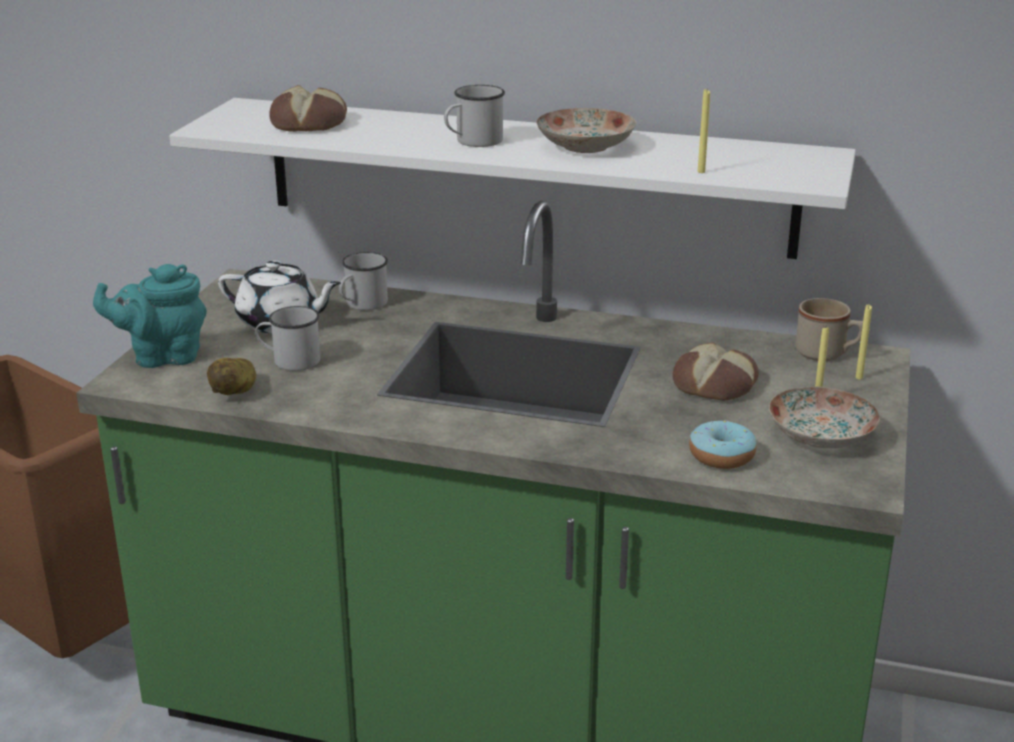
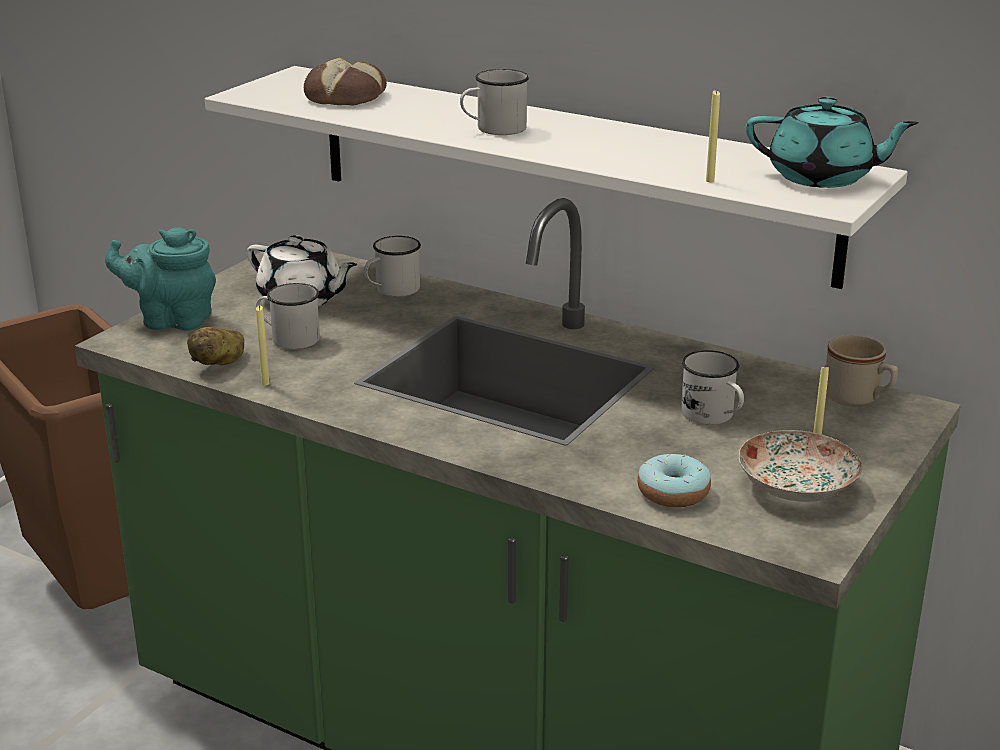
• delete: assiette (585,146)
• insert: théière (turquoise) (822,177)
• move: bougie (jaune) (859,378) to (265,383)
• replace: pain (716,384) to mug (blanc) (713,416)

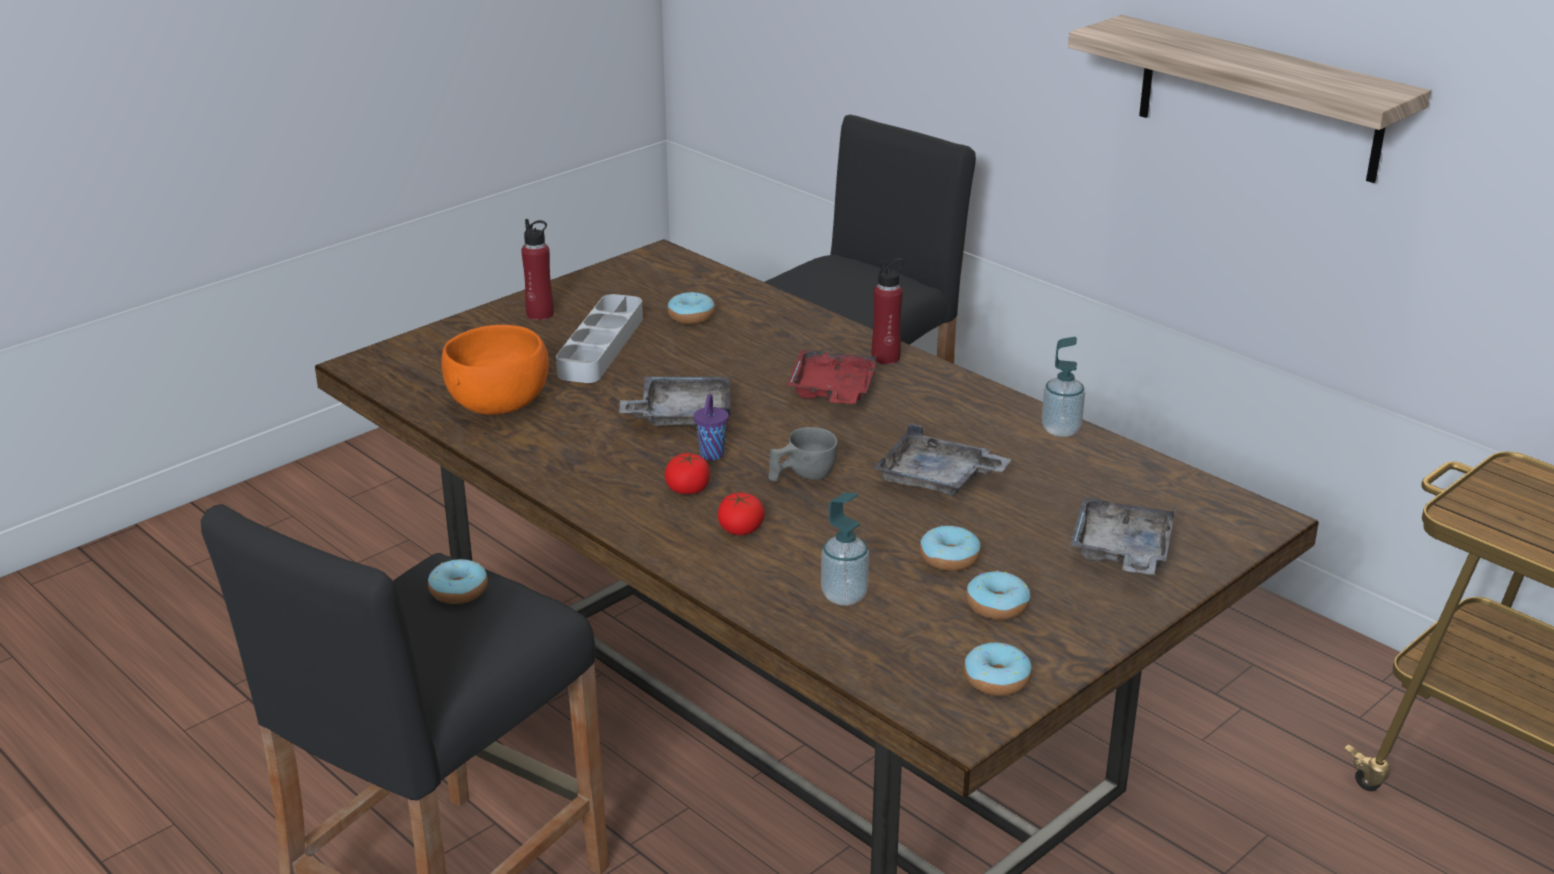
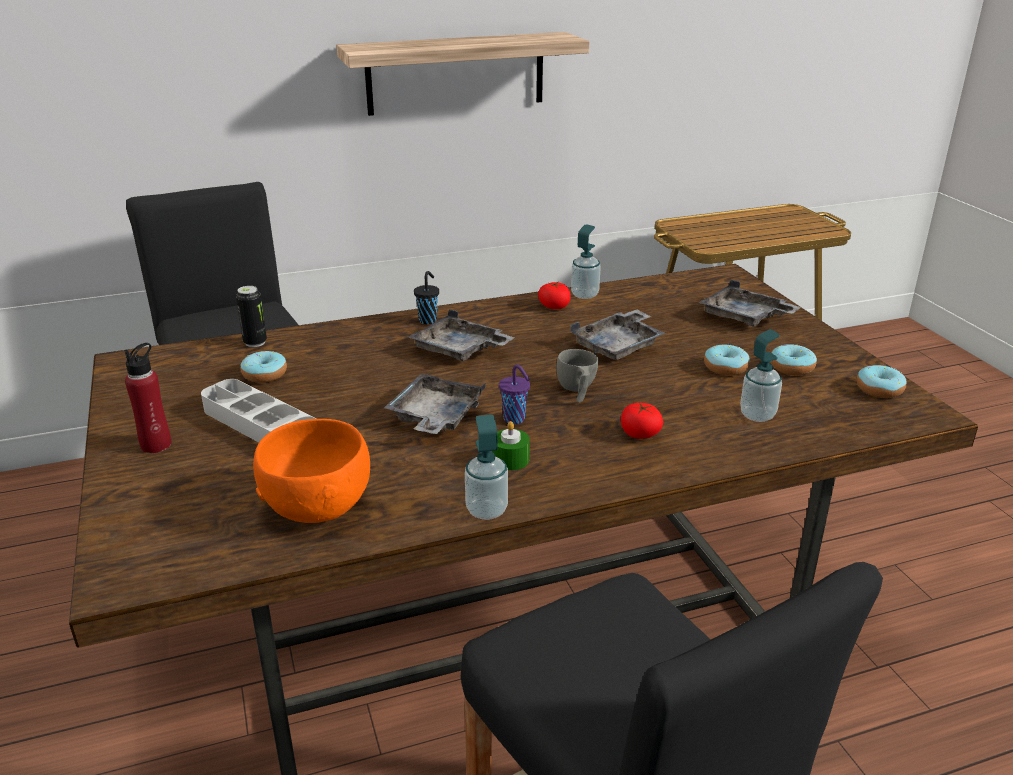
• delete: beignet (458,591)
• insert: boîte métallique (255,342)
• insert: distributeur de savon (486,510)
• insert: bougie (vert) (510,459)
• move: tomate (688,488) to (554,306)
• replace: bouteille (rouge) (886,358) to tasse (noir) (428,320)
• recolor: plateau (rouge) (832,392) to plateau (gris) (459,350)

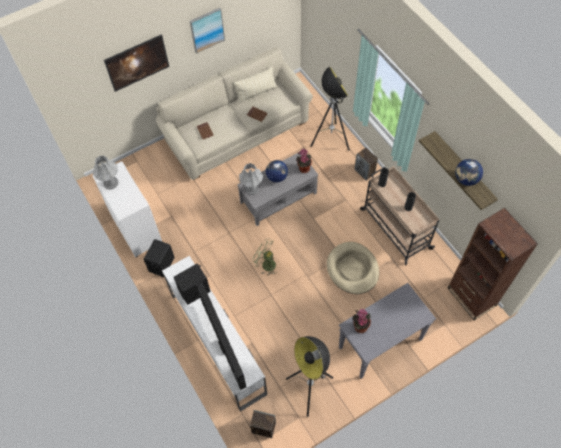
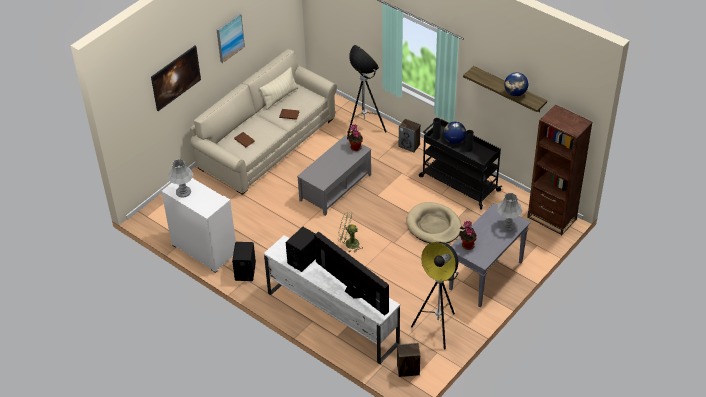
• move: lampe de table (gris) (252,189) to (507,225)
• move: globe (276,177) to (454,141)
• recolor: chariot (beige) (395,228) to chariot (noir) (458,183)

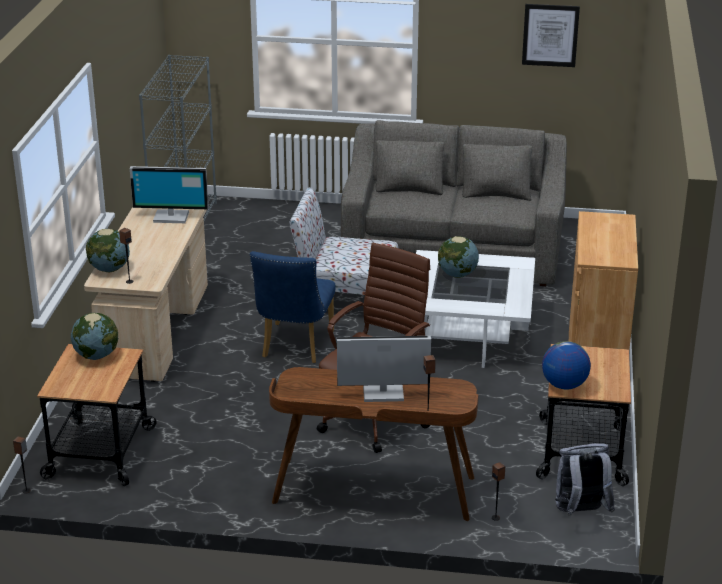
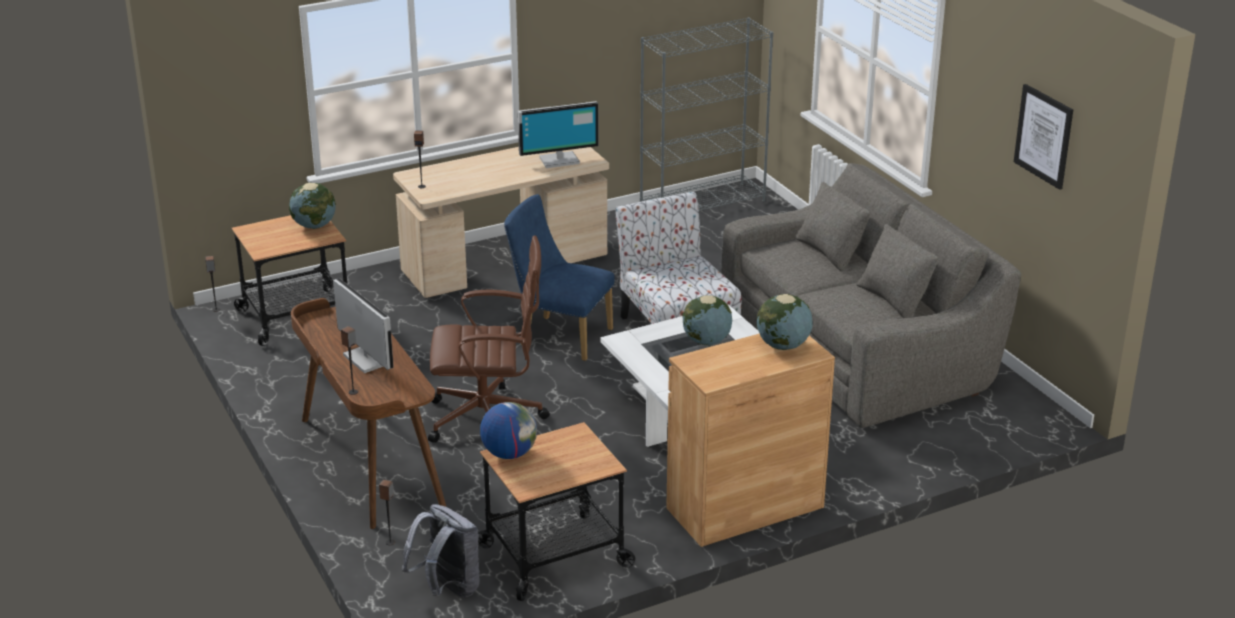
• move: globe (109,269) to (783,346)
• rotate: écran d'ordinateur (171,216) = (559,160) 75 degrees counterclockwise
• rotate: chaise (bleu) (294,347) = (559,336) 45 degrees clockwise

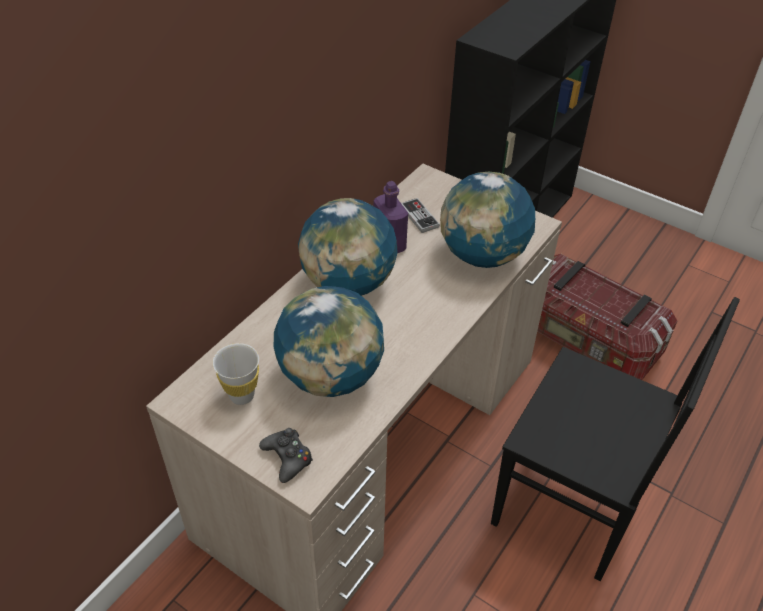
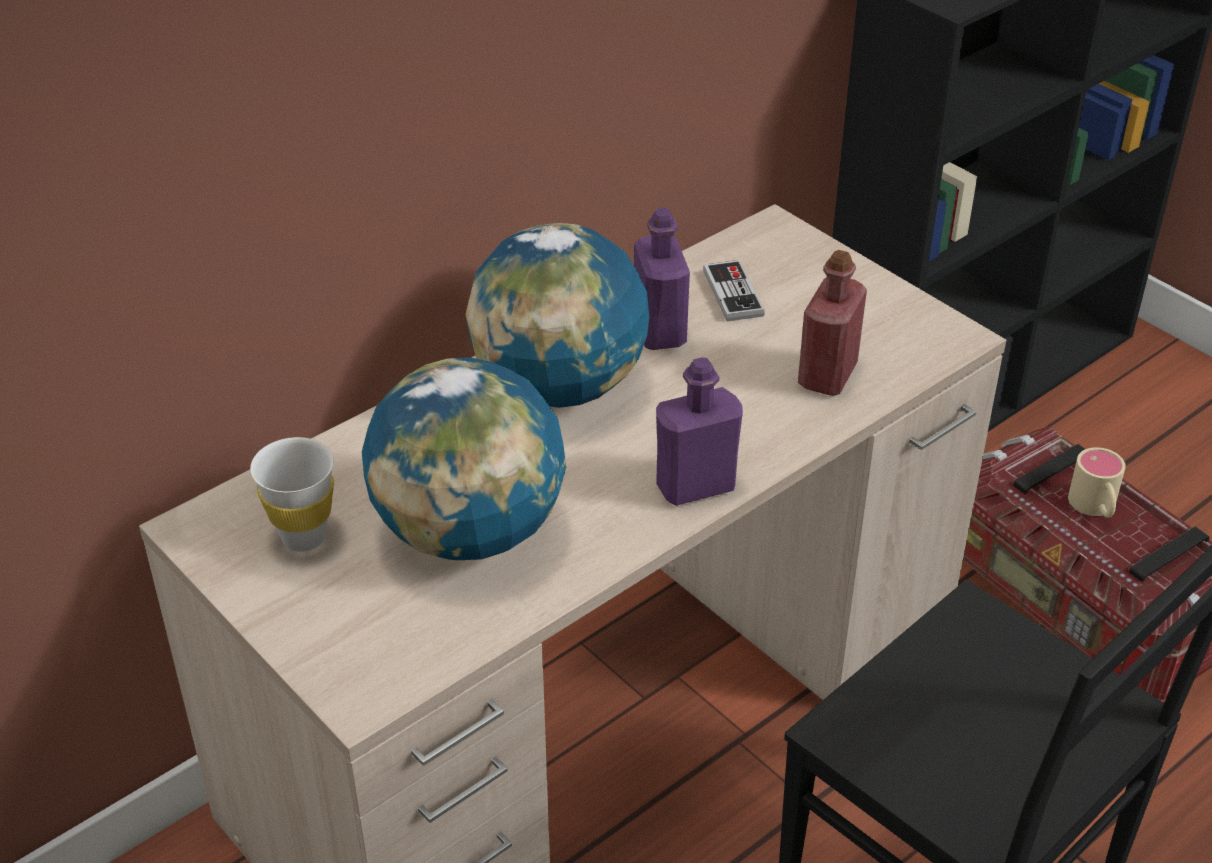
• delete: manette (noir) (287,458)
• insert: bouteille (violet) (695,487)
• insert: mug (beige) (1095,508)
• replace: globe (482,255) to bouteille (rouge) (827,375)

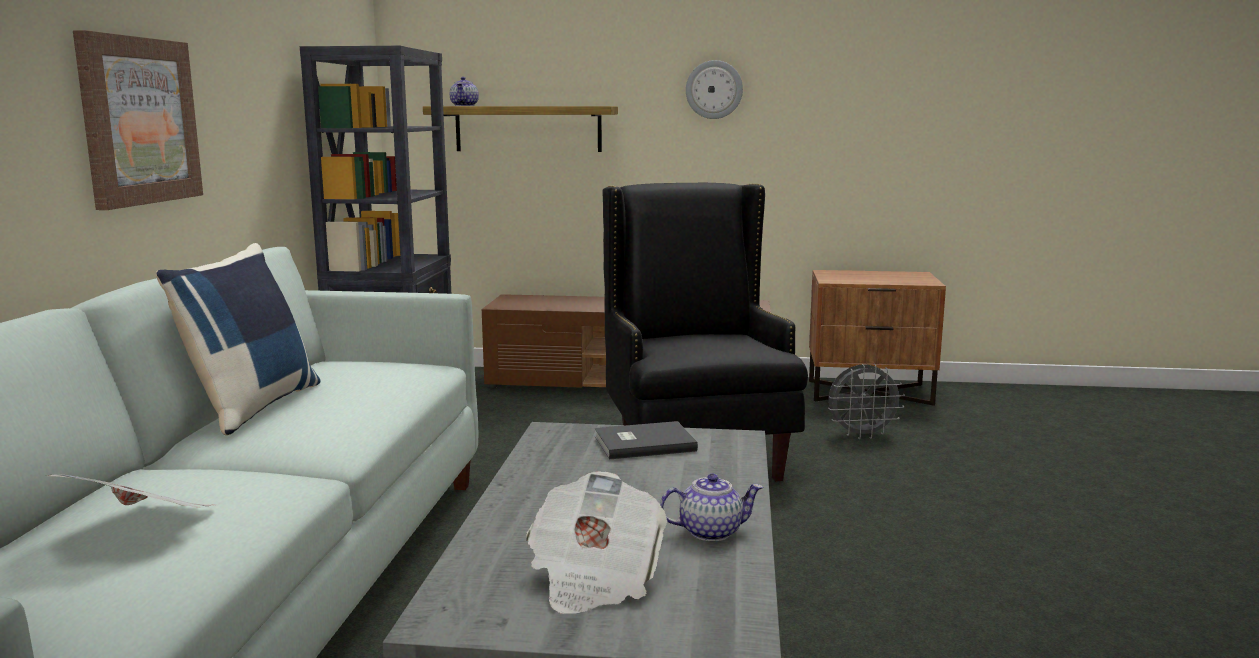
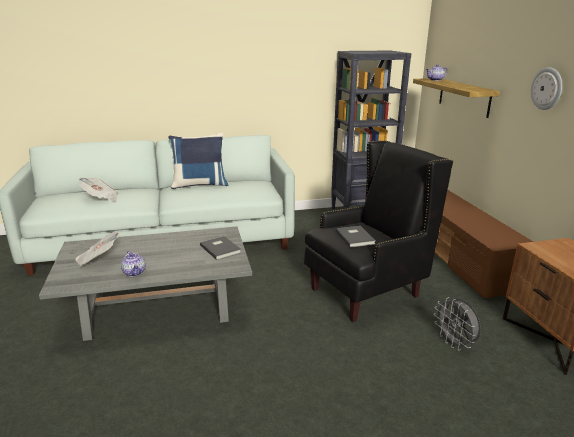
• delete: tableau (138,121)
• insert: livre (gris) (355,237)

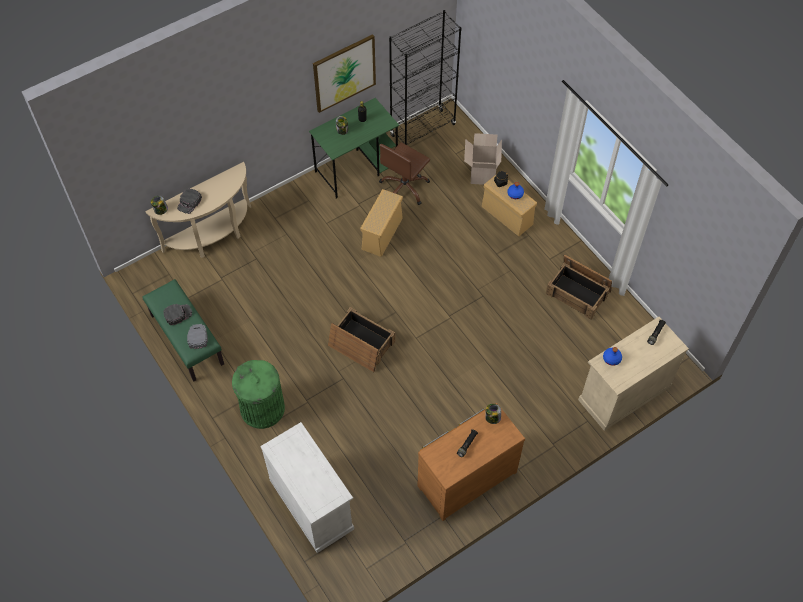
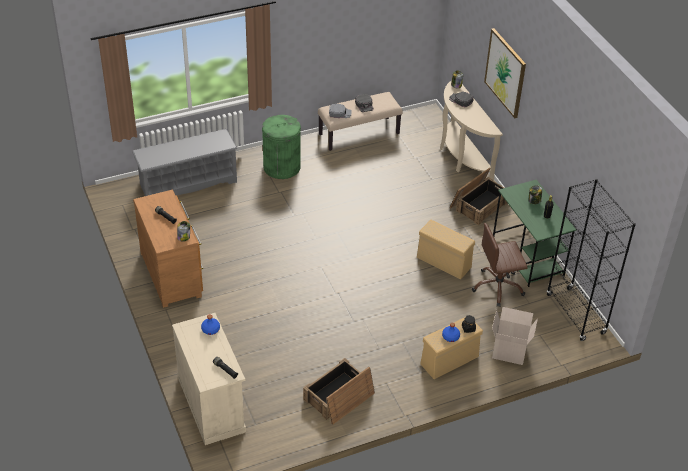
• move: tableau (344,73) to (505,72)
• move: caisse (361,344) to (479,204)
• replace: meuble de rangement (blanc) (311,504) to étagère à chaussures (gris) (188,183)
• recolor: banc (vert) (186,340) to banc (beige) (359,133)
• rotate: chaise de bureau (marron) (404,188) = (498,287) 60 degrees counterclockwise

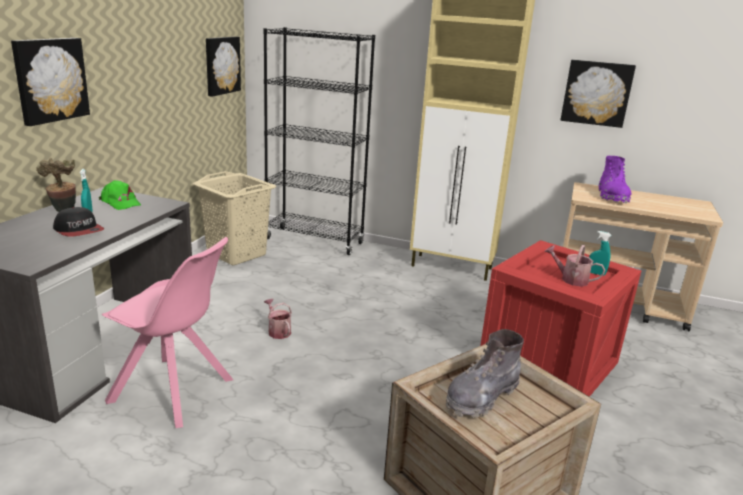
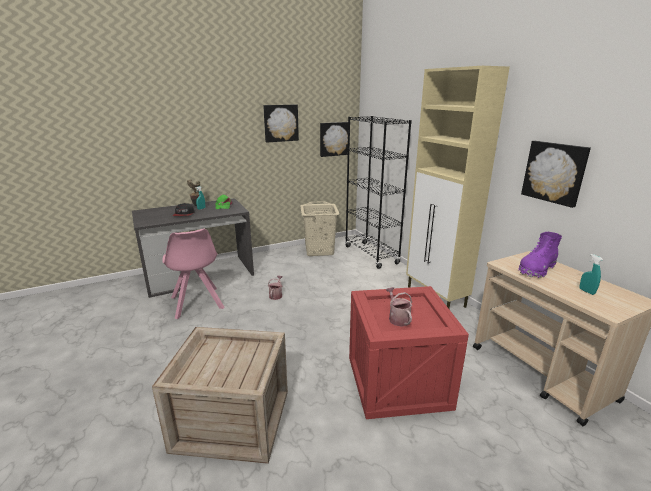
• delete: botte (gris) (481,397)
• move: tableau (50,80) to (280,123)
• move: vaporisateur (turquoise) (596,273) to (586,291)

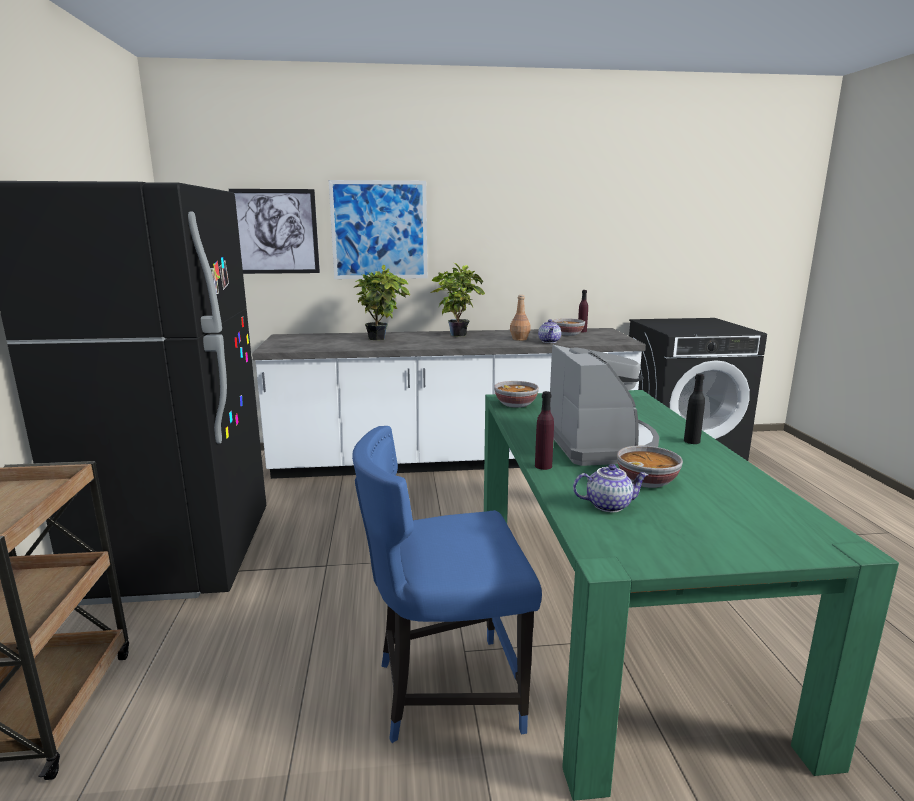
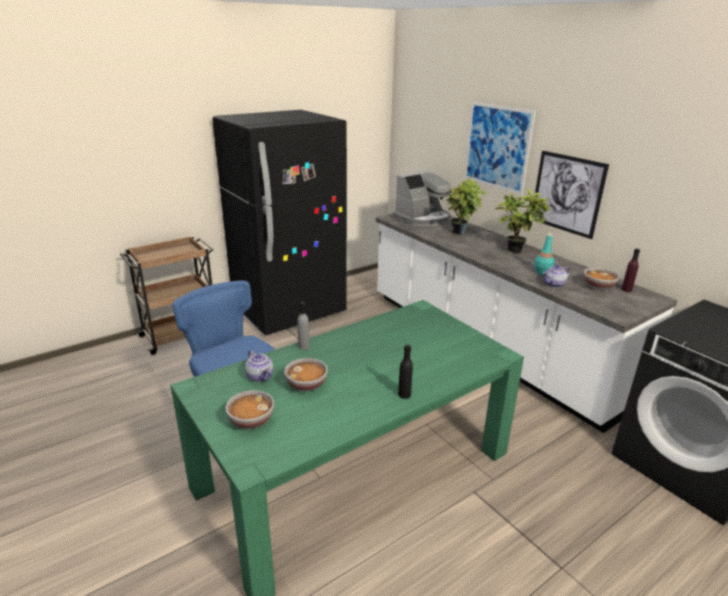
• move: tableau (275,231) to (567,193)
• move: bol (515,404) to (251,420)
• move: machine à café (601,444) to (423,219)
• recolor: bouteille (marron) (519,339) to bouteille (turquoise) (542,272)
• recolor: bouteille (violet) (543,466) to bouteille (gris) (304,346)

